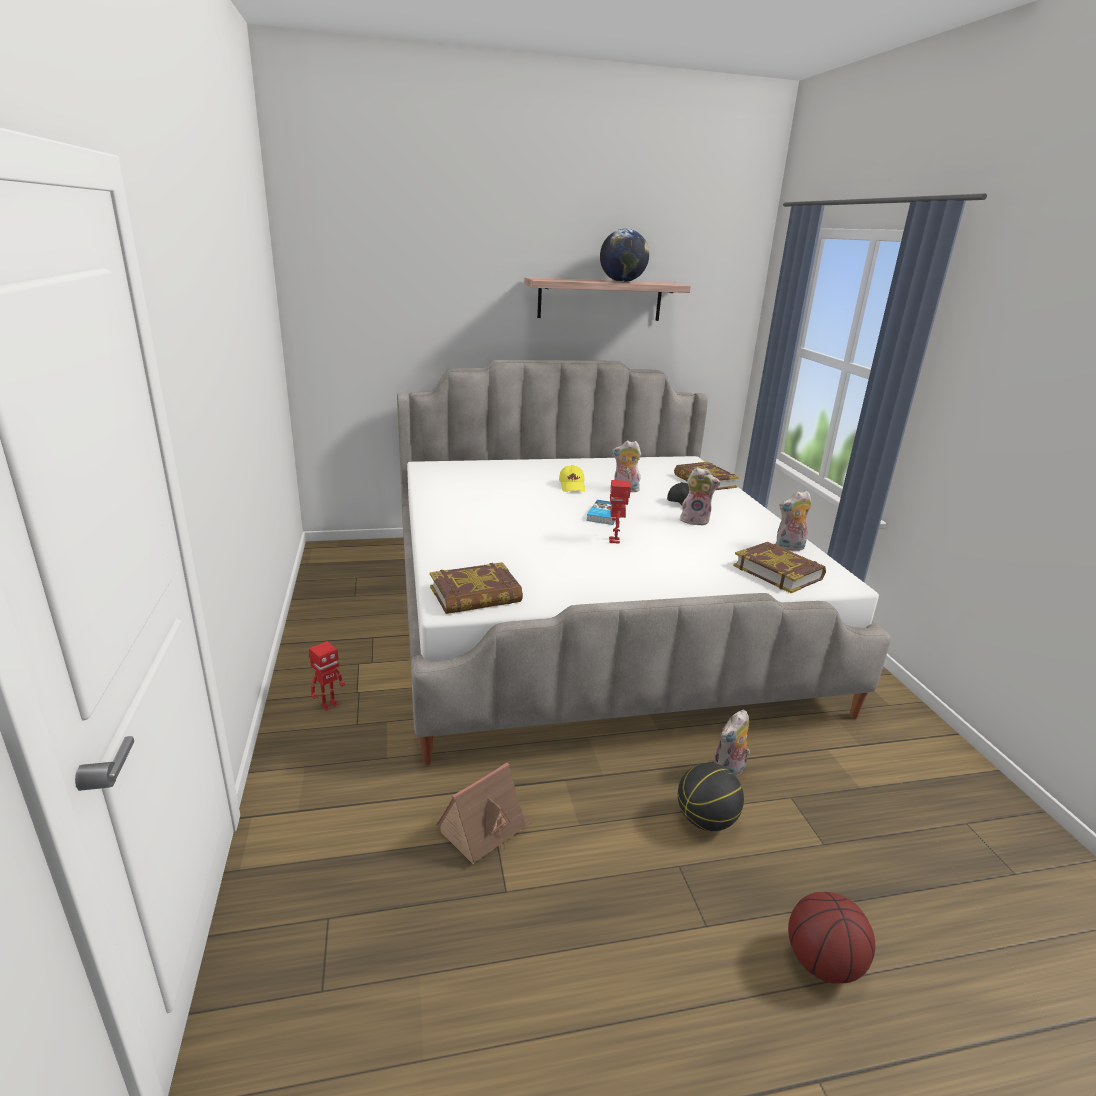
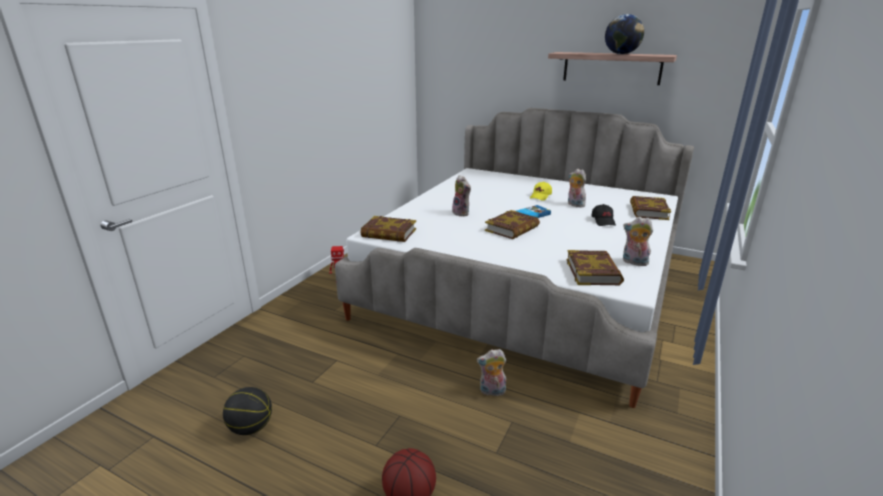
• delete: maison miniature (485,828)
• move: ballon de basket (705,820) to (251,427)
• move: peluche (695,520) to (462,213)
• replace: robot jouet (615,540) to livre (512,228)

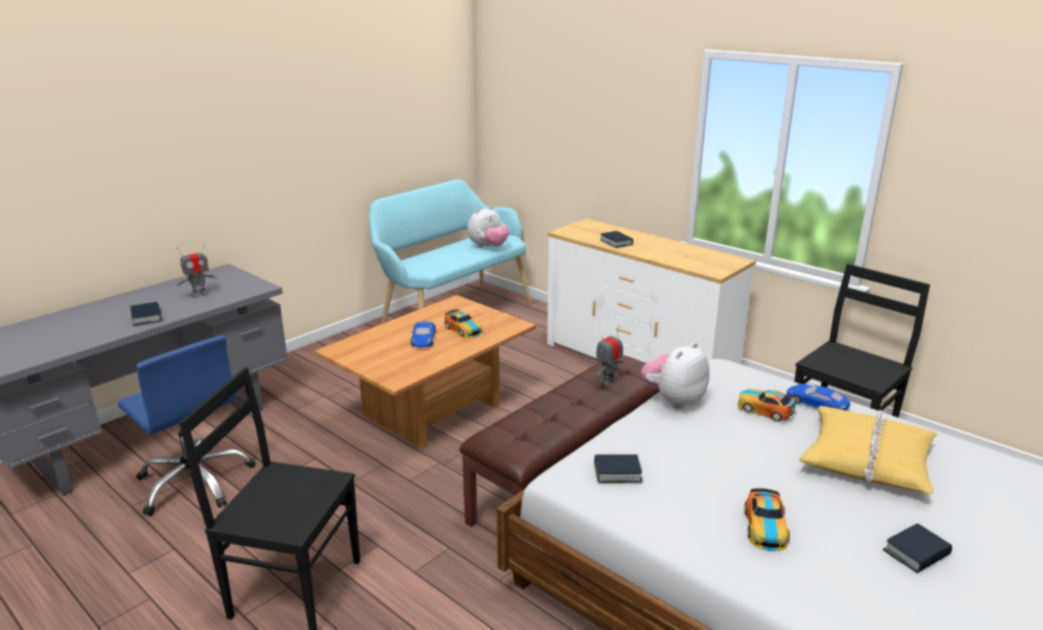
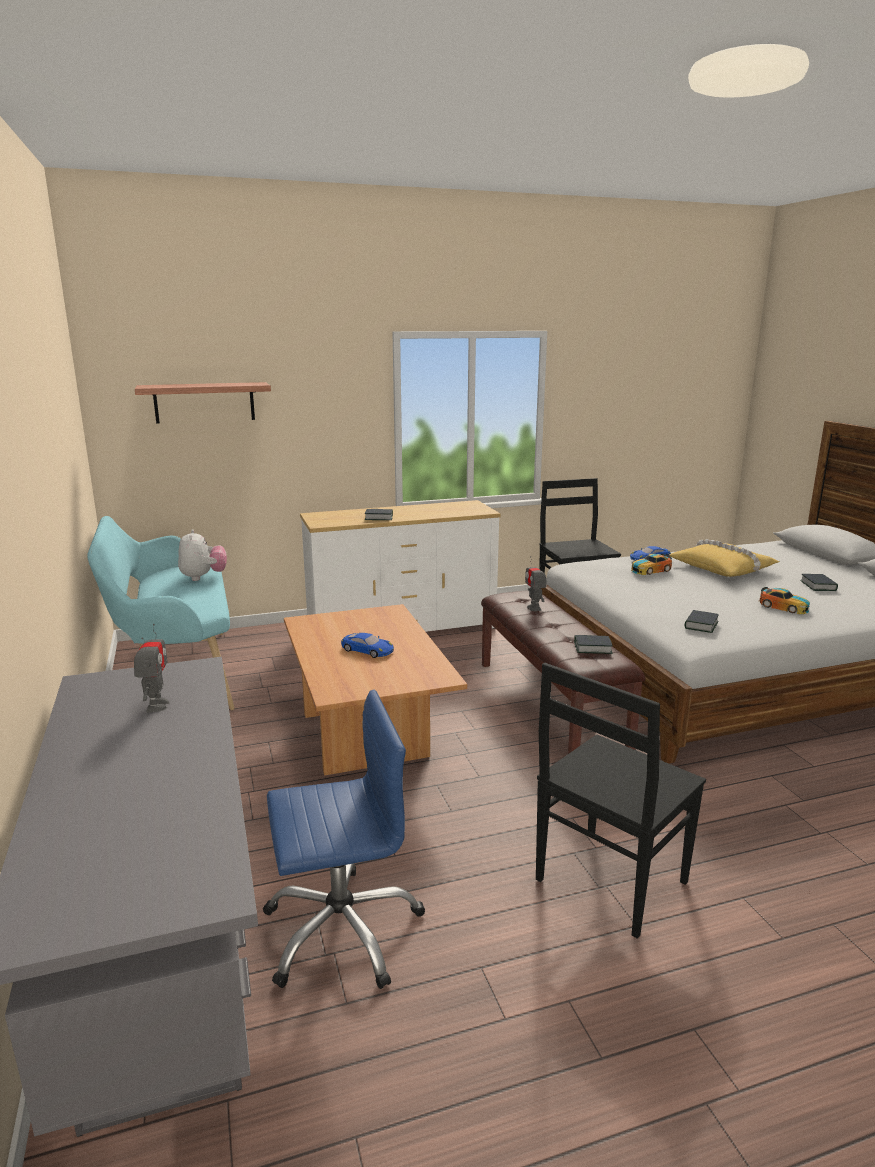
• delete: petite voiture (463,329)
• delete: peluche (673,400)
• insert: étagère (204,402)
• move: livre (147,317) to (592,648)

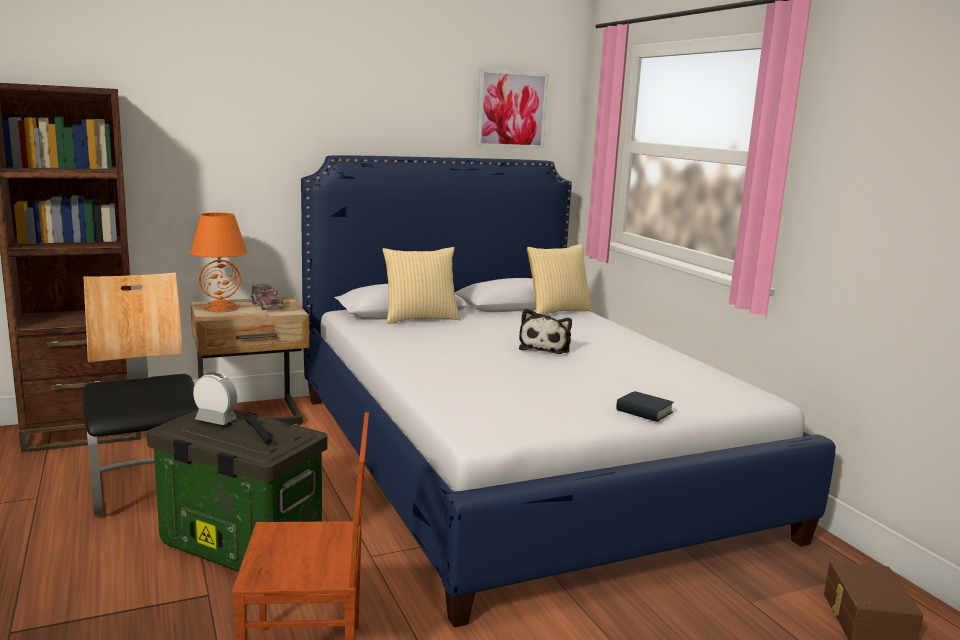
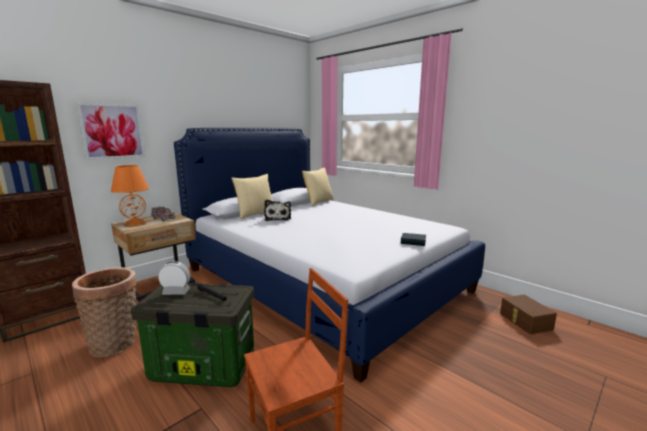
• move: tableau (511,110) to (112,131)
• move: peluche (545,348) to (278,218)
• replace: chaise (148,486) to panier (116,344)

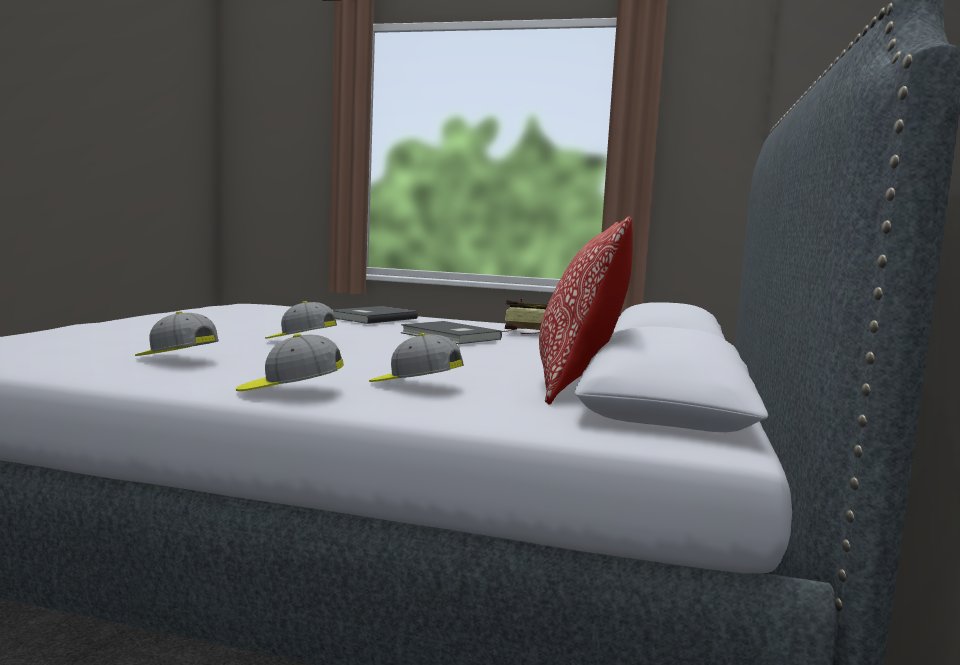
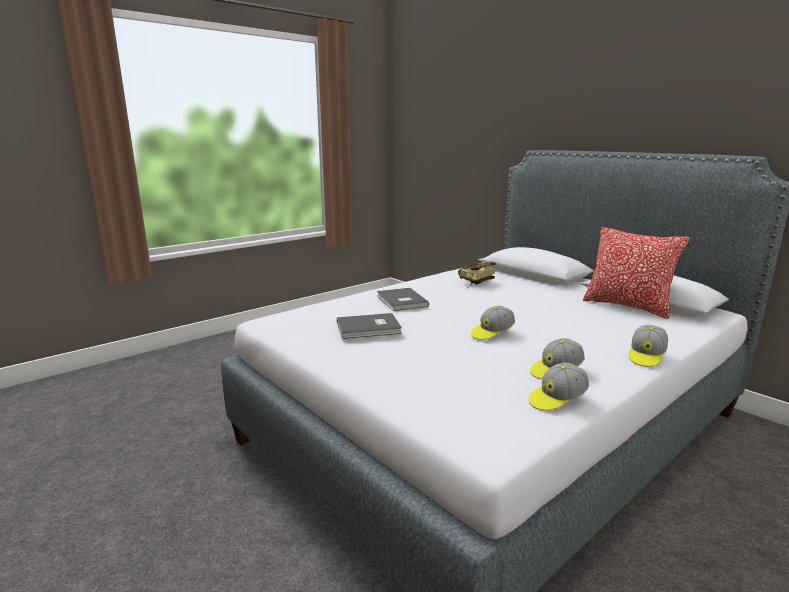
• move: casquette (414,386) to (557,399)
• move: livre (gris) (450,336) to (369,328)

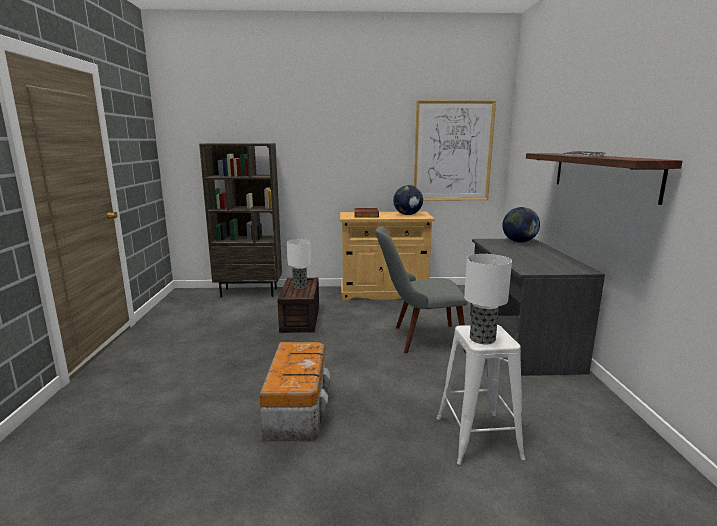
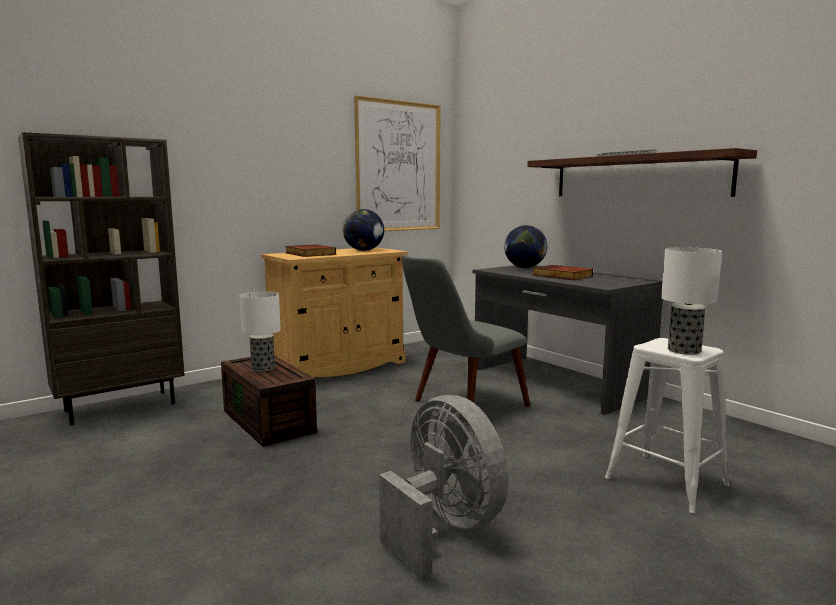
• insert: livre (561,276)
• replace: boîte de rangement (297,408) to ventilateur (gris) (444,528)

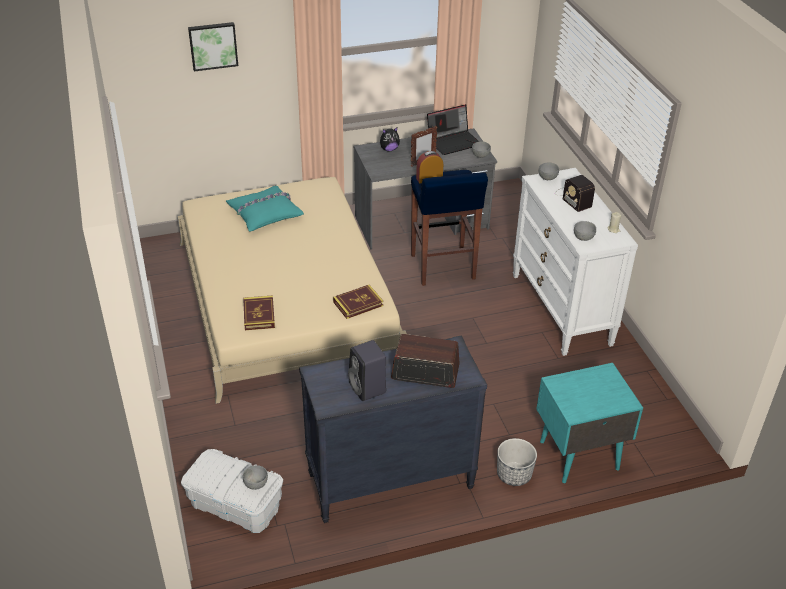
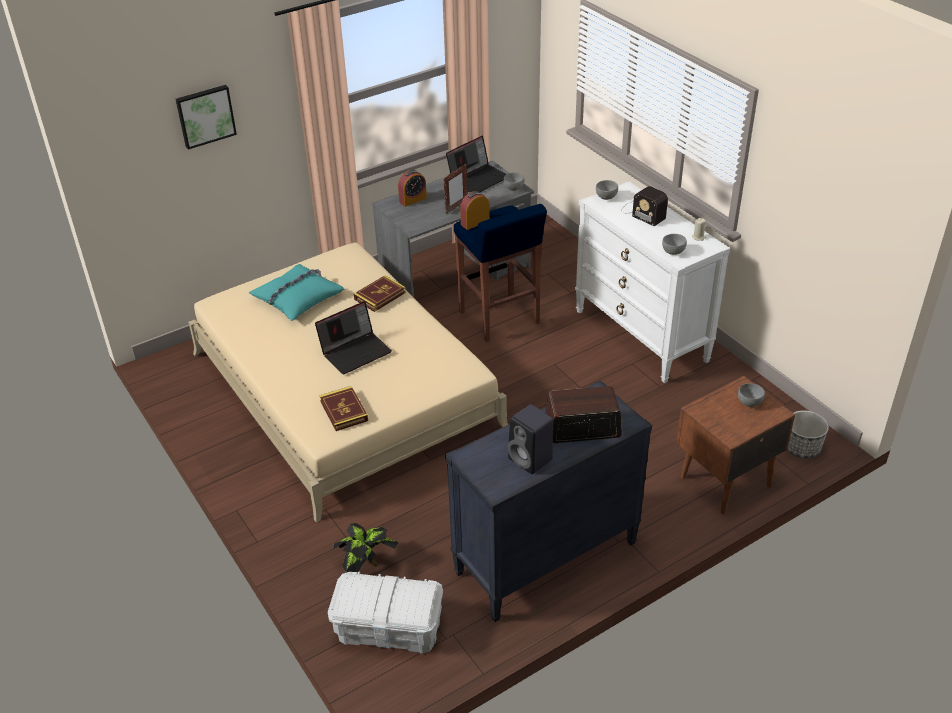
• insert: ordinateur portable (356,351)
• insert: plante en pot (367,565)
• move: bol (gris) (255,484) to (749,403)
• move: livre (358,304) to (380,296)
• move: cache-pot (514,474) to (802,448)
• replace: peluche (389,149) to réveil (413,200)
• recolor: table de chevet (turquoise) (577,454) to table de chevet (marron) (724,481)

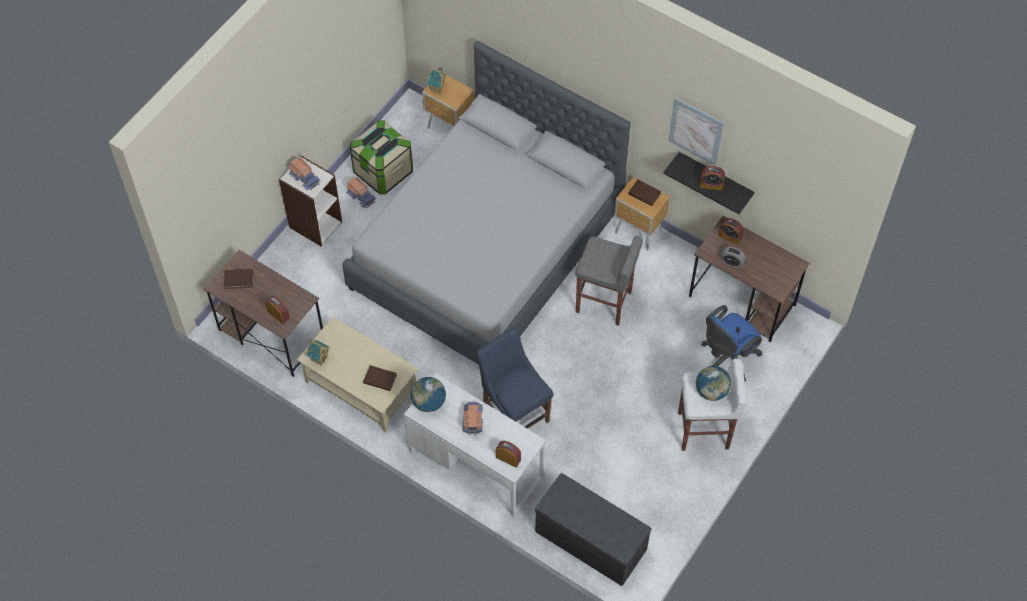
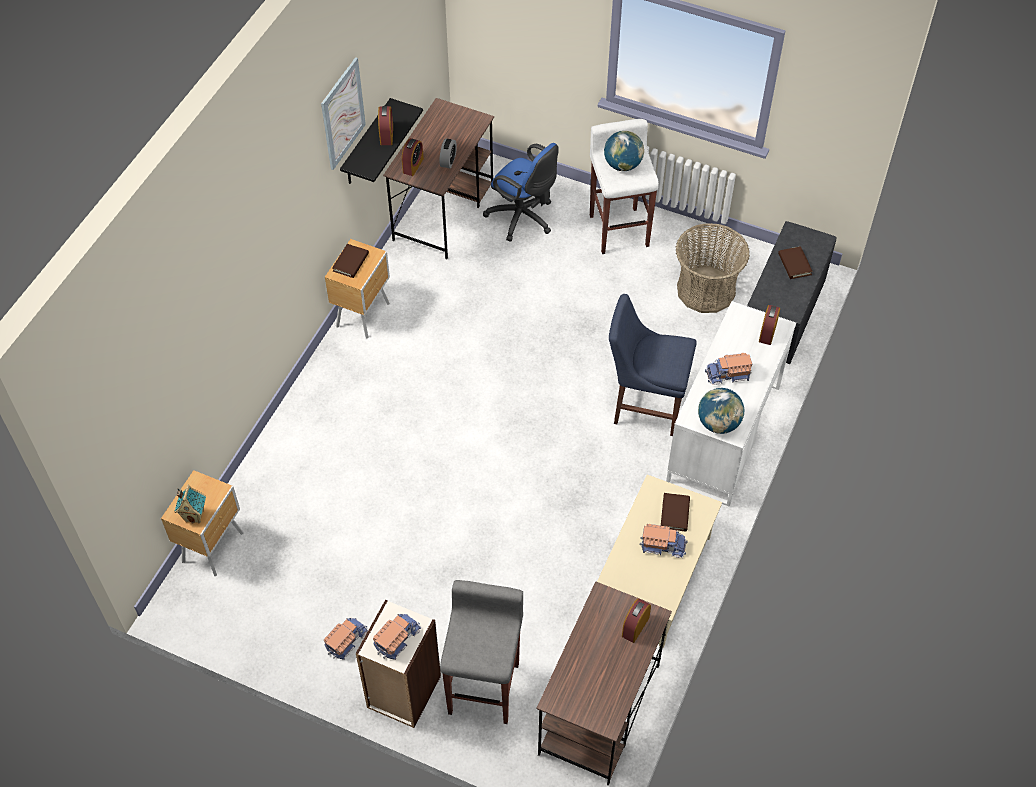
• delete: maison miniature (319,358)
• delete: lit (gris) (487,248)
• delete: boîte de rangement (383,172)
• insert: camion jouet (663,545)
• insert: panier (706,290)
• move: livre (marron) (238,279) to (794,264)
• move: tabouret (gris) (604,303) to (485,687)
• rotate: chaise (bleu) (514,413) = (645,405) 60 degrees clockwise

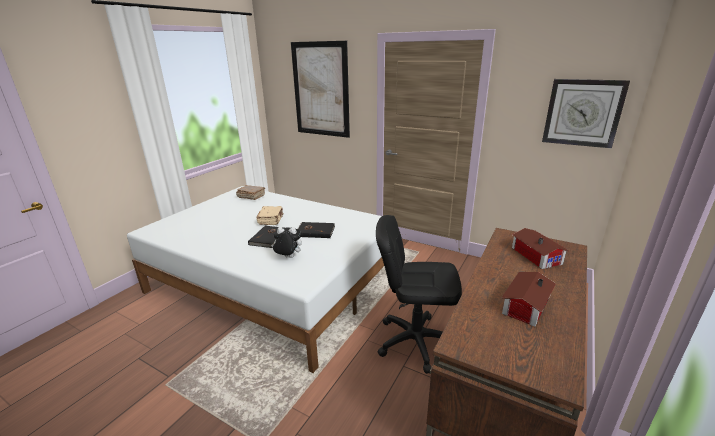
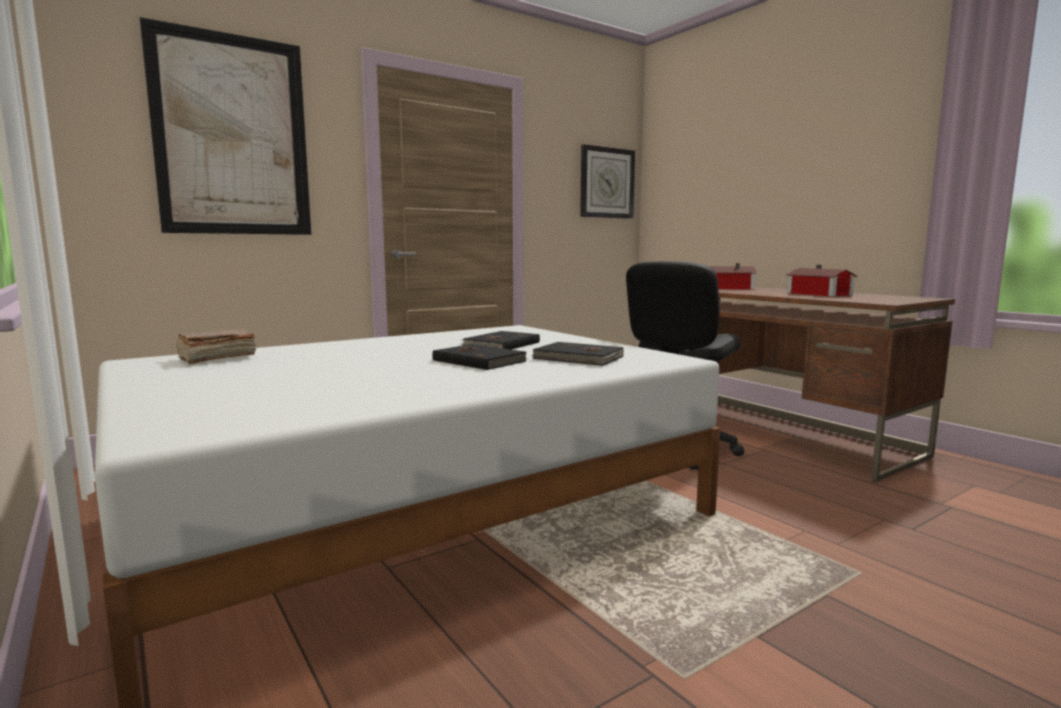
• delete: livre (beige) (271,220)
• replace: peluche (288,258) to livre (noir) (578,358)

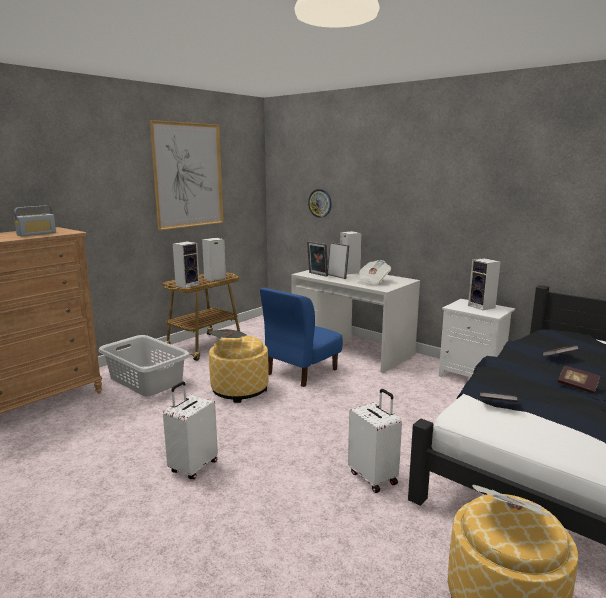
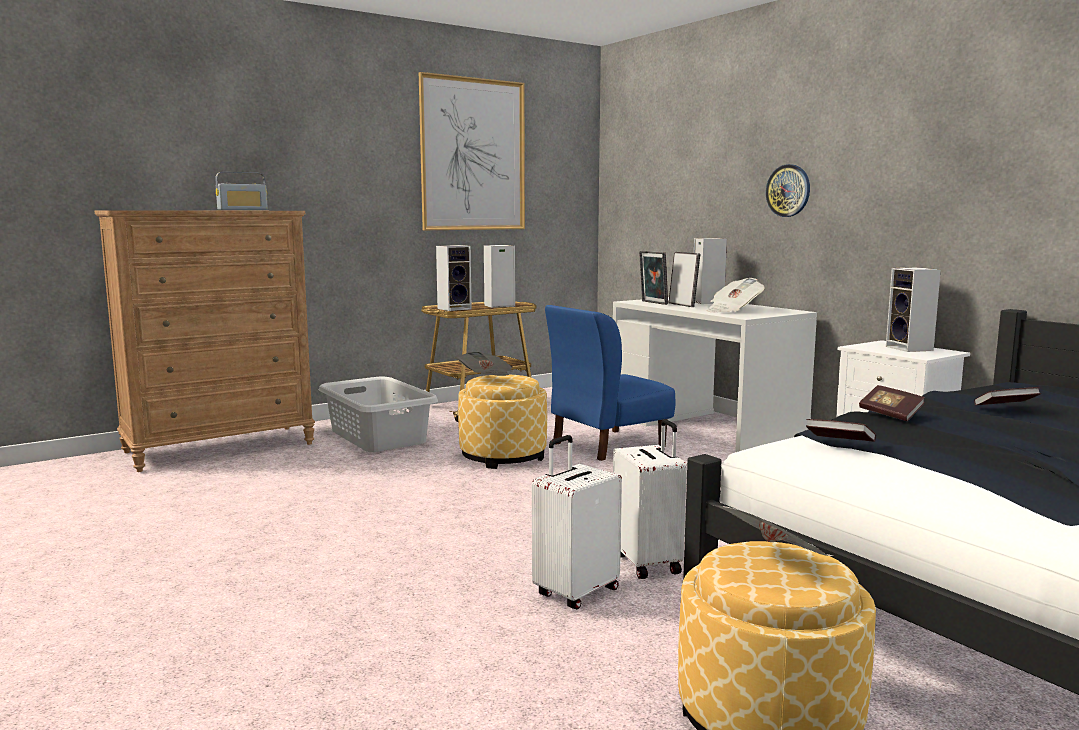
• move: valise (blanc) (193,467) to (575,592)
• move: horloge murale (320,203) to (788,190)
• move: livre (577,386) to (890,414)

